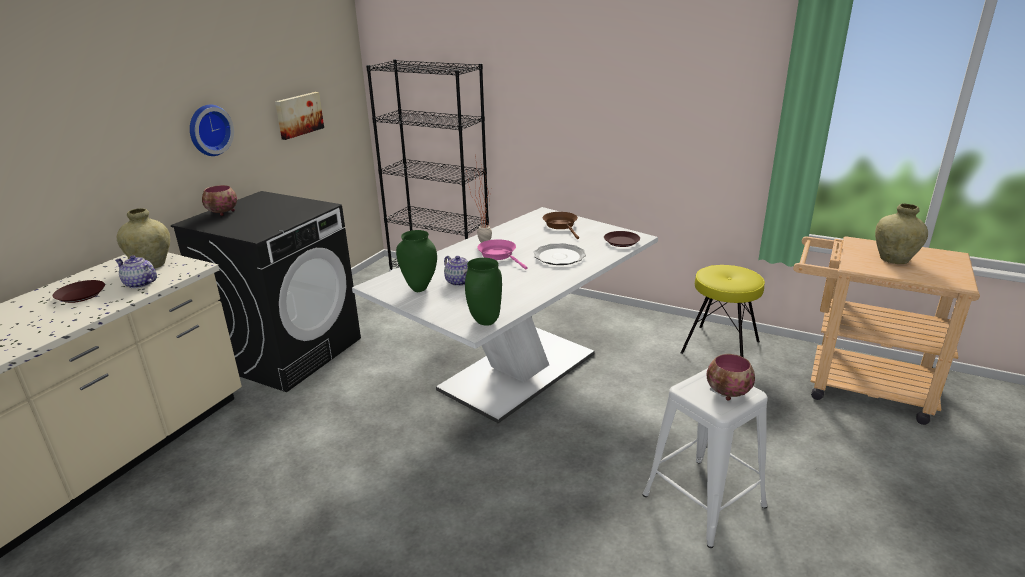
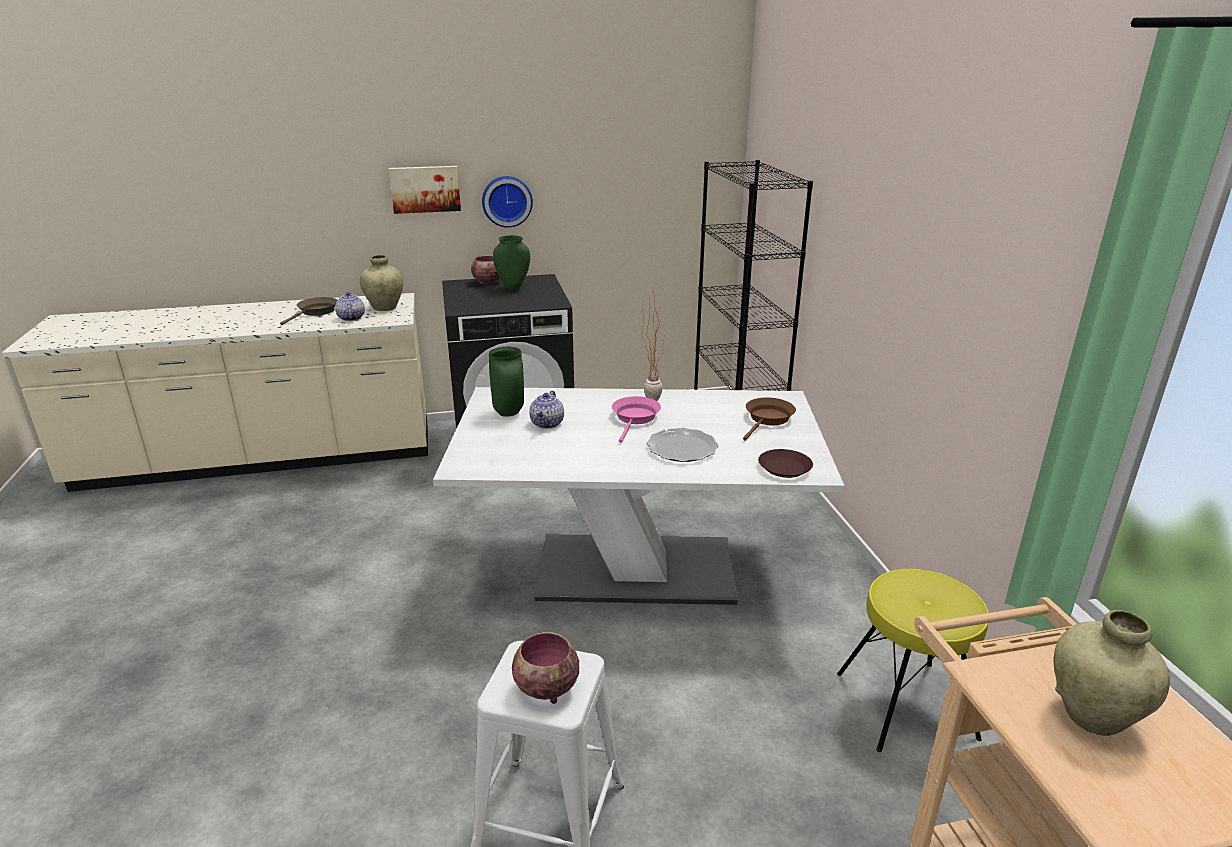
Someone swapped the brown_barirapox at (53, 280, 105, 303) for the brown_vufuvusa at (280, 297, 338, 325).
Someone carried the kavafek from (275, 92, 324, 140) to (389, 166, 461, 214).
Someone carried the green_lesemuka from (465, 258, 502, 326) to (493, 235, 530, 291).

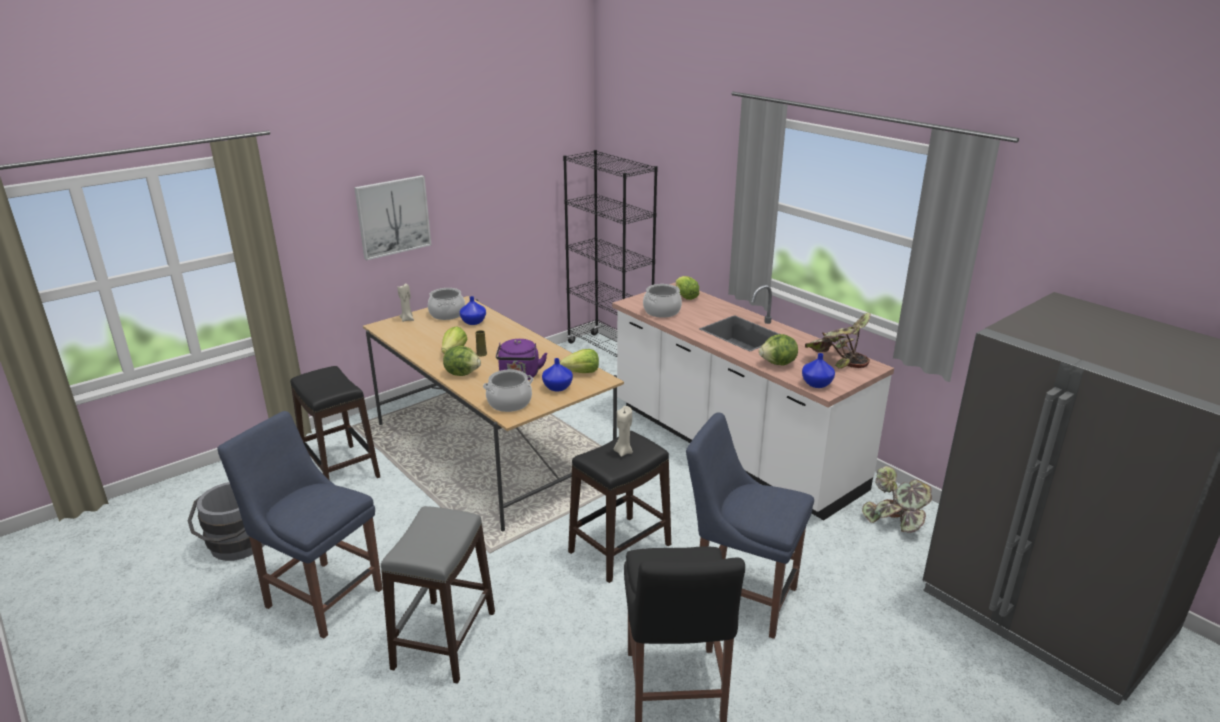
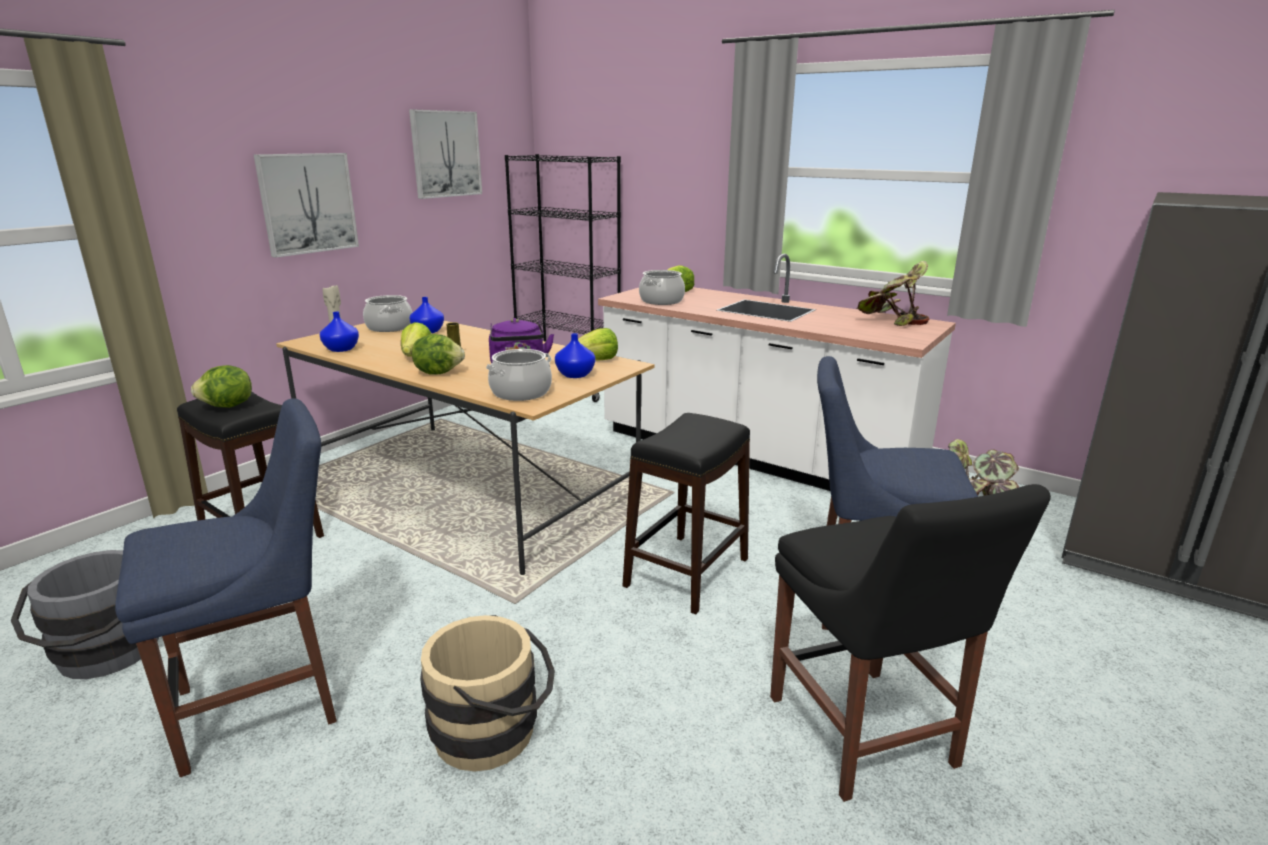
Someone rotated the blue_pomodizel at (218, 411, 383, 639) by 135 degrees clockwise.
Someone swapped the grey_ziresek at (381, 506, 495, 684) for the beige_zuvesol at (420, 615, 555, 772).
Someone took away the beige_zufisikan at (614, 406, 633, 457).
Someone carried the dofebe from (759, 334, 798, 365) to (191, 365, 252, 408).
Someone carried the blue_lesemuka from (802, 353, 835, 388) to (320, 312, 359, 352).
Someone put up the kavafek at (409, 110, 482, 199).

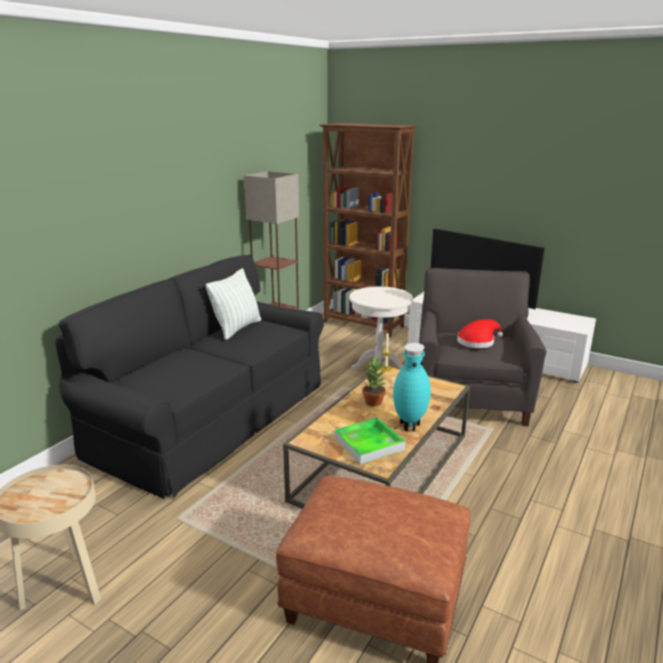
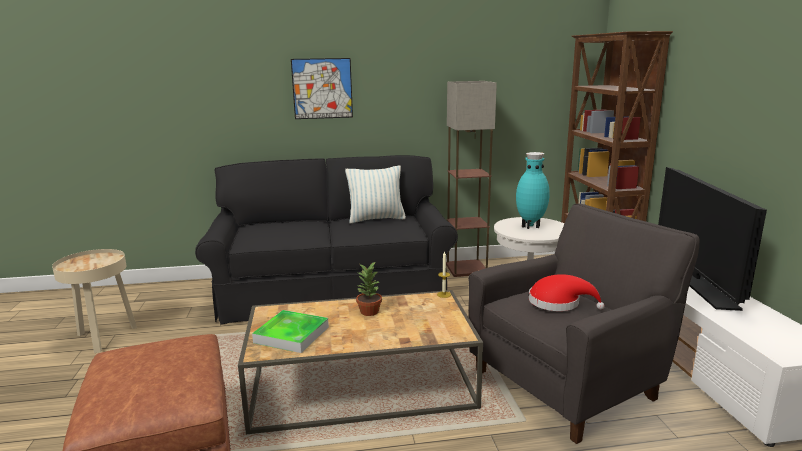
Someone carried the turquoise_lesemuka from (393, 343, 431, 432) to (516, 152, 550, 229).
Someone put up the kavafek at (291, 58, 353, 119).

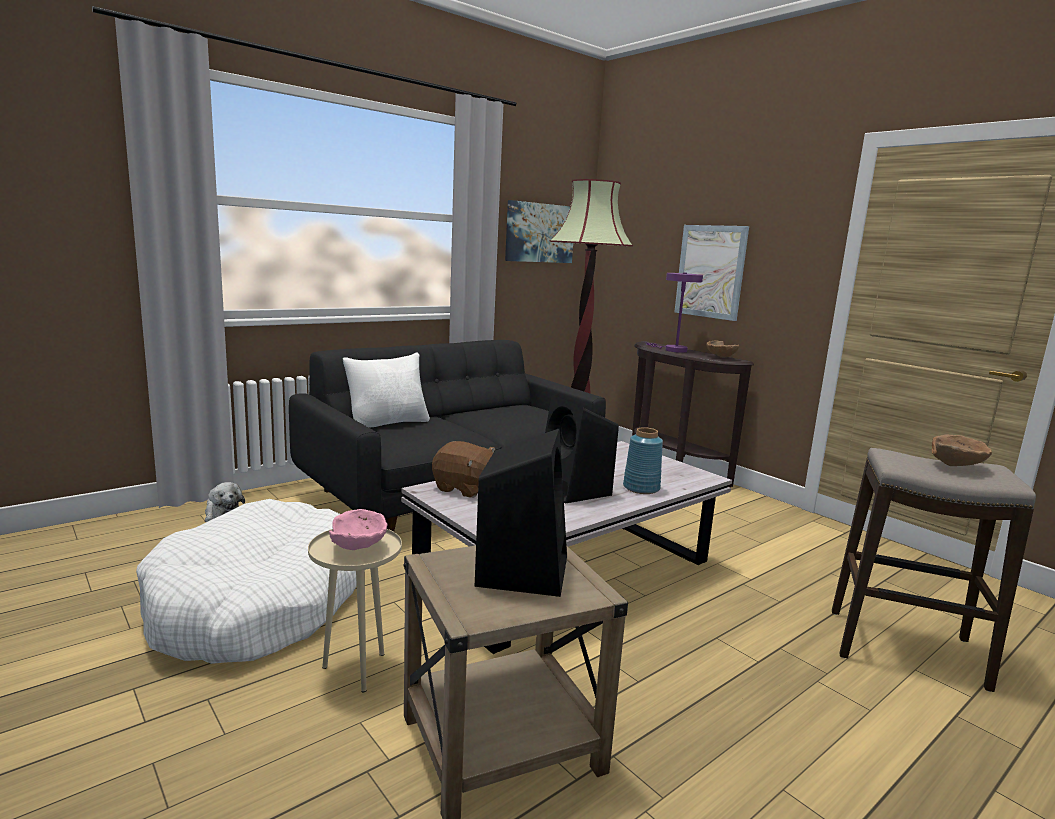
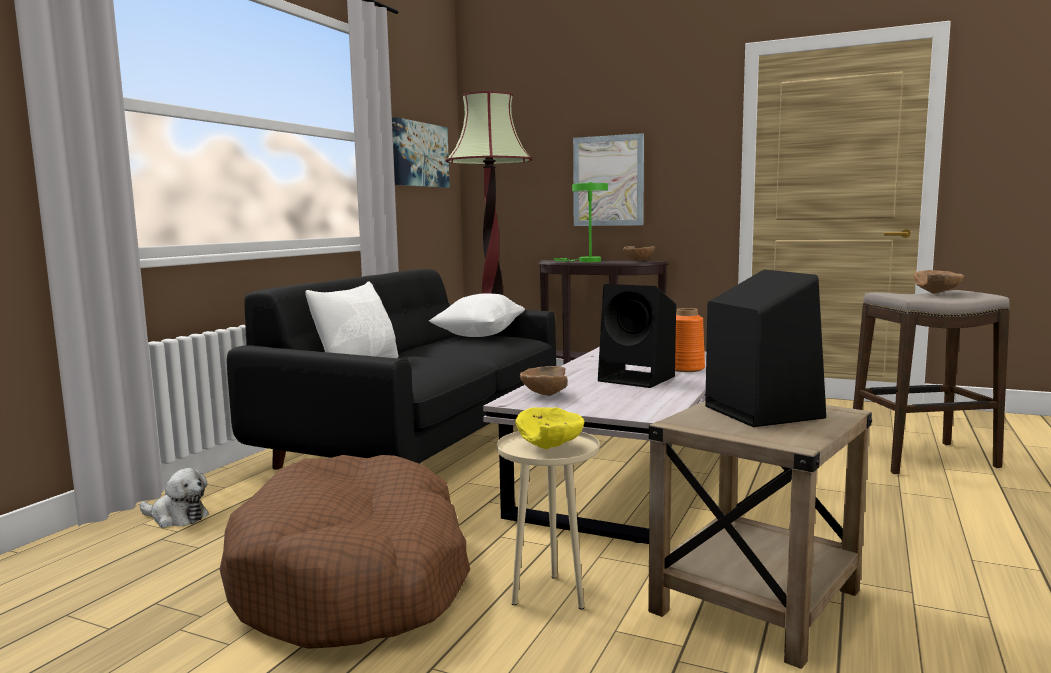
Someone repainted the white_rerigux at (136, 499, 357, 664), which became the brown_rerigux at (219, 455, 470, 649).
Someone repainted the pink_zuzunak at (329, 509, 388, 550), which became the yellow_zuzunak at (515, 407, 584, 449).
Someone swapped the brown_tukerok at (432, 441, 495, 498) for the brown_zuzunak at (520, 366, 567, 396).
Someone repainted the blue_lesemuka at (623, 427, 663, 494), which became the orange_lesemuka at (675, 308, 705, 372).
Someone repainted the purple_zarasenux at (645, 272, 703, 353), which became the green_zarasenux at (554, 182, 608, 262).
Someone put down the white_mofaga at (429, 293, 525, 337).

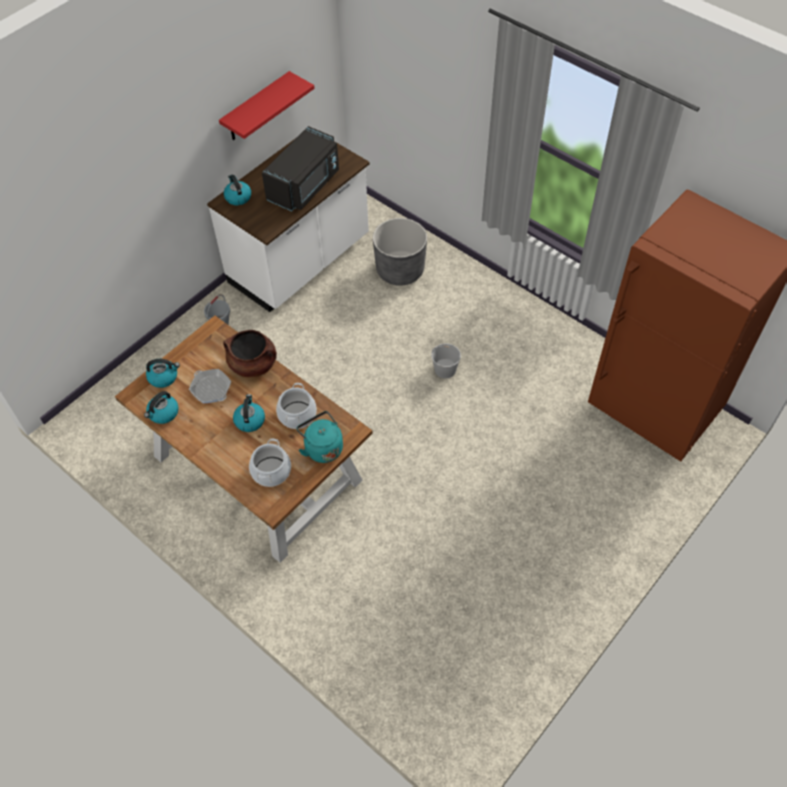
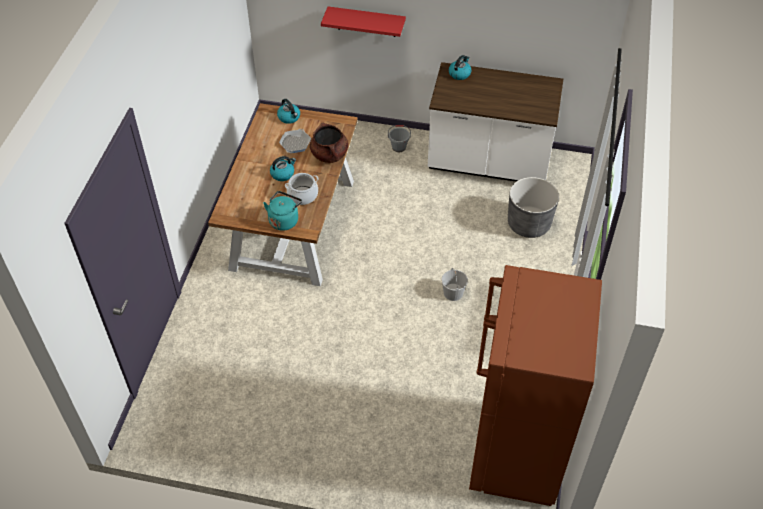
Someone took away the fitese at (144, 391, 179, 424).
Someone carried the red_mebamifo from (219, 71, 315, 140) to (321, 6, 406, 37).
Someone took away the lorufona at (249, 439, 291, 487).
Someone took away the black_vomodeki at (262, 126, 339, 211).

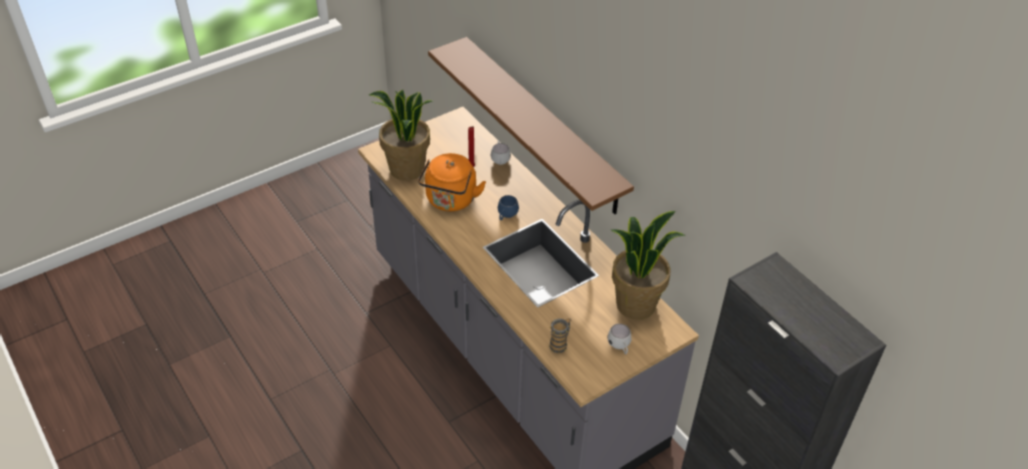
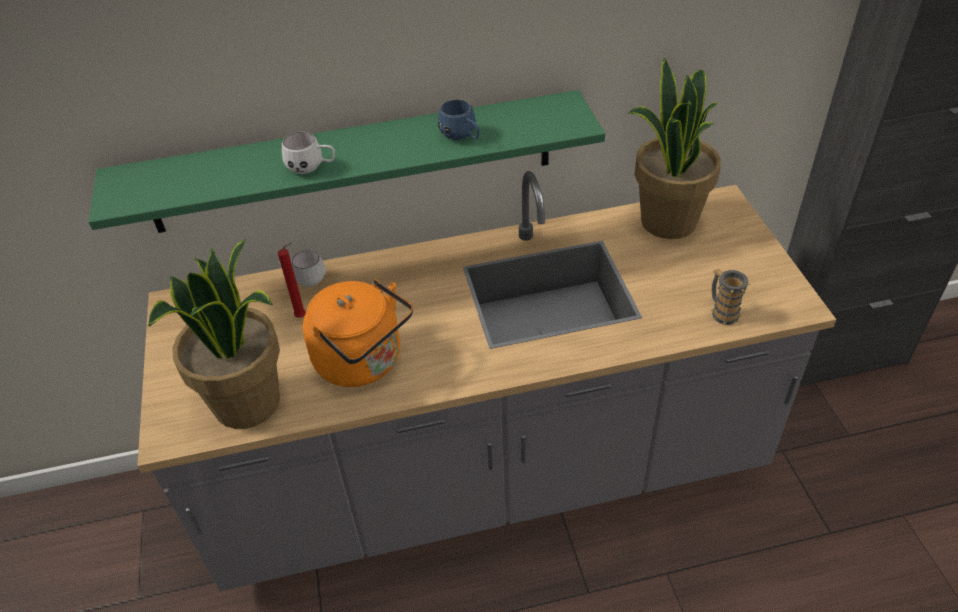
Someone repainted the brown_mebamifo at (428, 37, 634, 214), which became the green_mebamifo at (88, 90, 605, 233).
Someone carried the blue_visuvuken from (498, 195, 519, 220) to (438, 99, 479, 140).
Someone carried the white_visuvuken from (607, 324, 631, 354) to (282, 132, 335, 174).

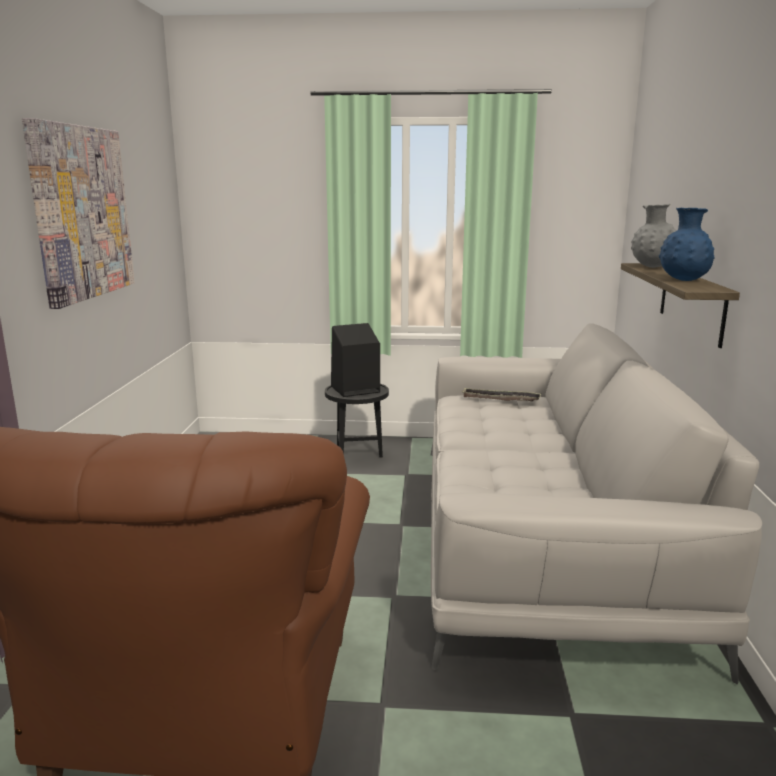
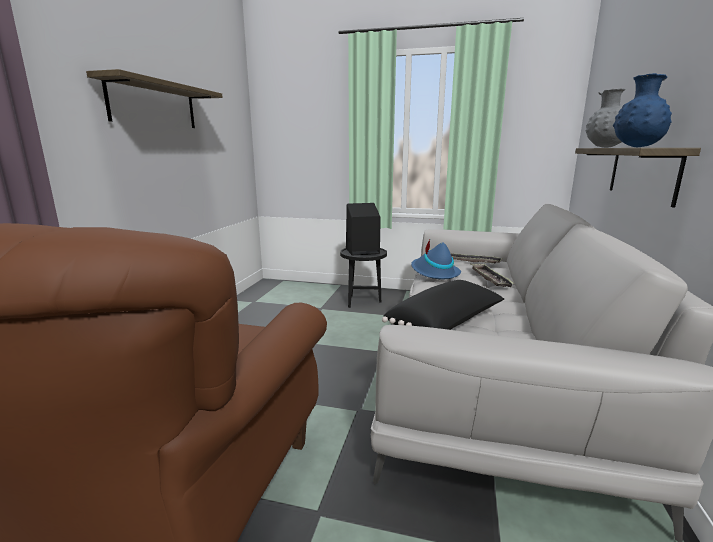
Someone swapped the kavafek at (22, 118, 135, 309) for the mebamifo at (86, 69, 223, 128).
Someone put down the black_mofaga at (382, 280, 504, 330).
Someone put down the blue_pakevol at (411, 240, 461, 279).
Someone put down the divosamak at (470, 263, 514, 287).

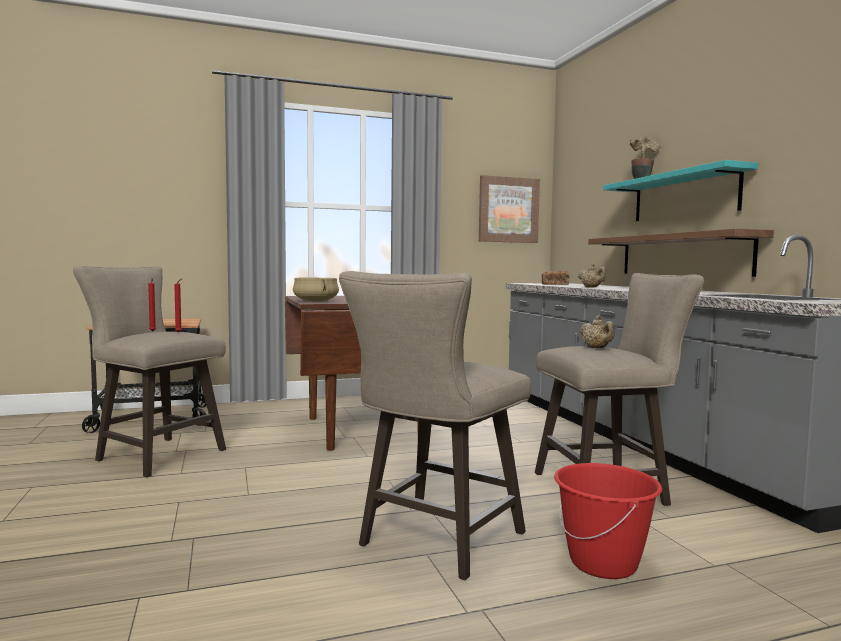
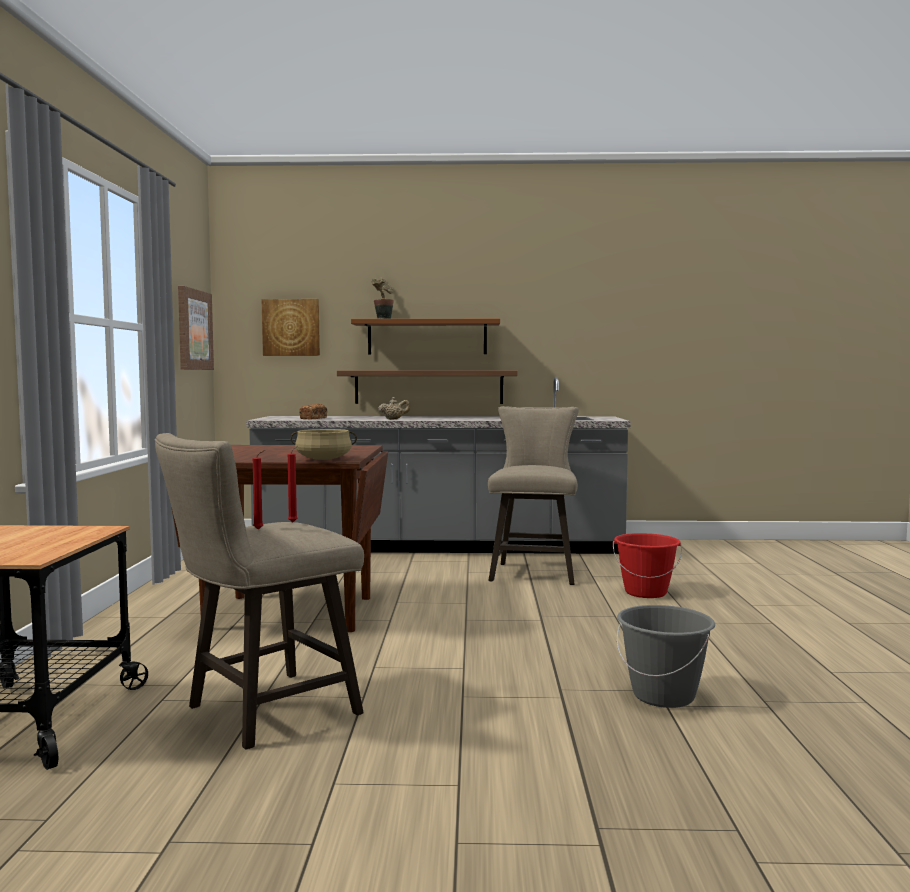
Someone took away the beige_ziresek at (339, 271, 531, 580).
Someone took away the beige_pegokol at (580, 315, 615, 348).
Someone repainted the turquoise_mebamifo at (603, 160, 758, 221), which became the brown_mebamifo at (351, 319, 500, 354).
Someone put up the kavafek at (262, 299, 320, 356).
Someone put down the grey_zuvesol at (617, 605, 715, 708).

